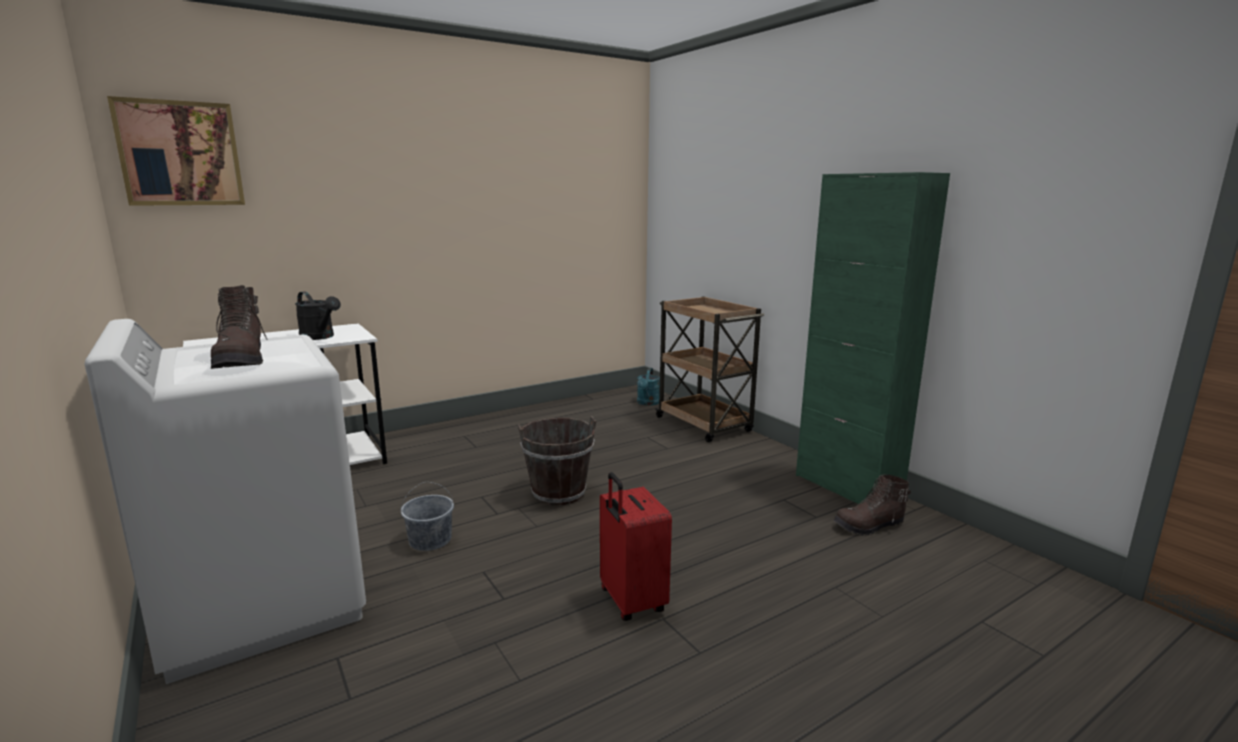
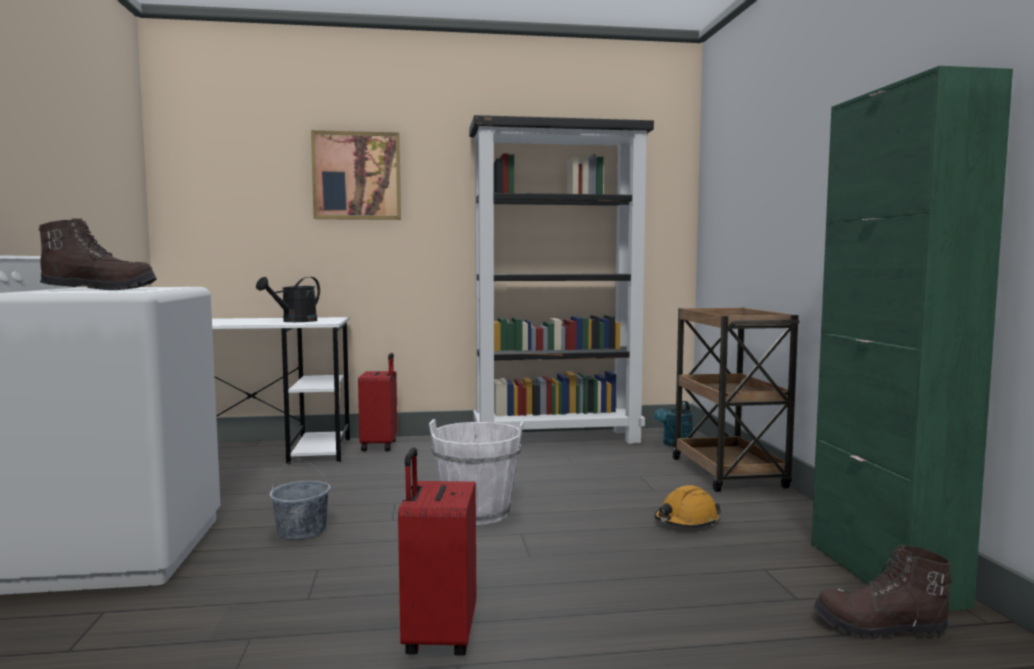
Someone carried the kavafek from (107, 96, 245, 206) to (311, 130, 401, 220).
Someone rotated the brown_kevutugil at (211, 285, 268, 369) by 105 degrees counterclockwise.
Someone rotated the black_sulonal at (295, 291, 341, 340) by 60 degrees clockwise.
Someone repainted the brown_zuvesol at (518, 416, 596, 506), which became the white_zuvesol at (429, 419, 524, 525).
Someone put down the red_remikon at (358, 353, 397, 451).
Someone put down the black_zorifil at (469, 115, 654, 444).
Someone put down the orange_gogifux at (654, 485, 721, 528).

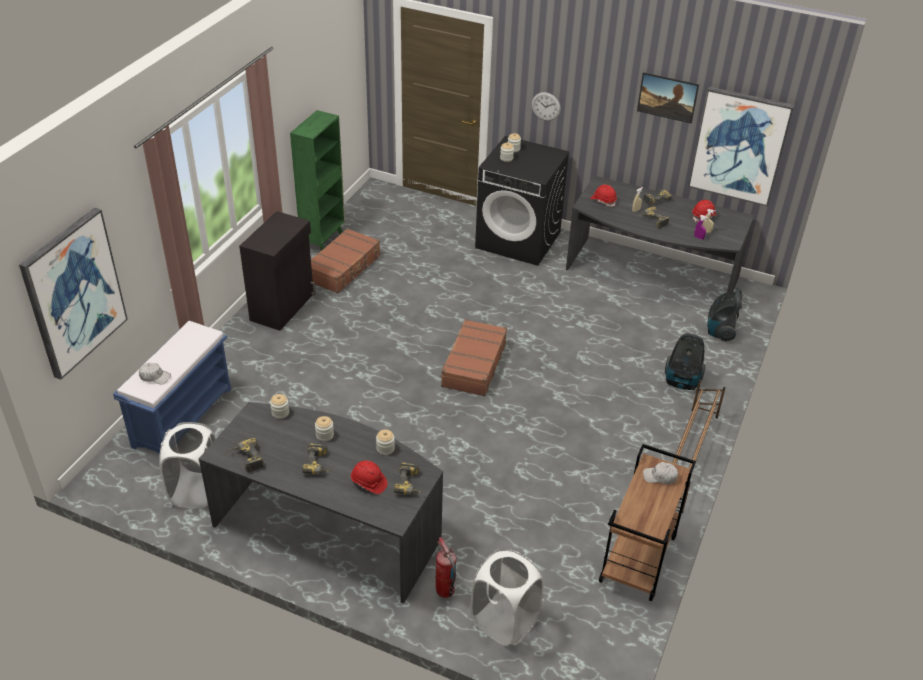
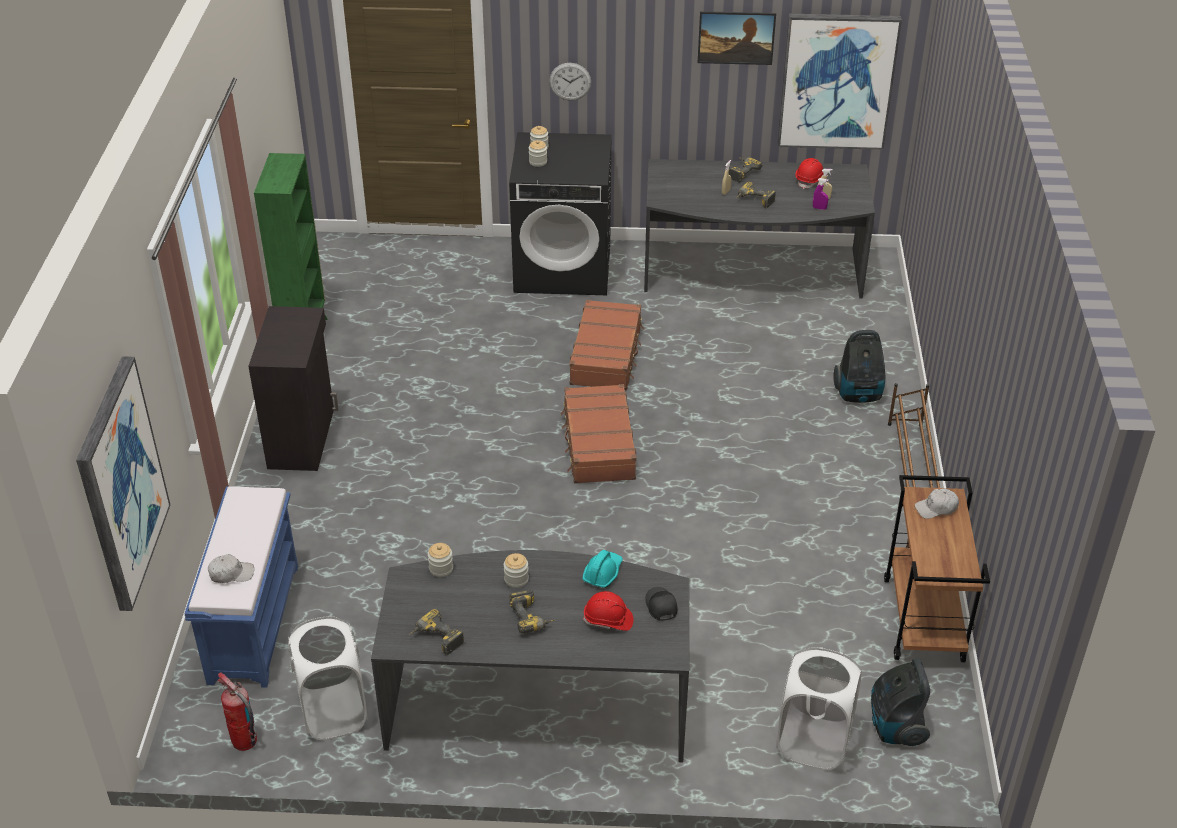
Someone carried the brown_remikon from (311, 228, 380, 294) to (569, 300, 644, 390).
Someone swapped the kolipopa at (376, 430, 395, 455) for the turquoise_gogifux at (583, 550, 623, 588).
Someone swapped the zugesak at (393, 462, 423, 495) for the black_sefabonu at (645, 587, 678, 621).
Someone carried the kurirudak from (436, 537, 456, 598) to (216, 673, 257, 751).
Someone took away the red_gogifux at (590, 184, 617, 207).
Someone carried the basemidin from (707, 288, 742, 341) to (871, 658, 930, 746).

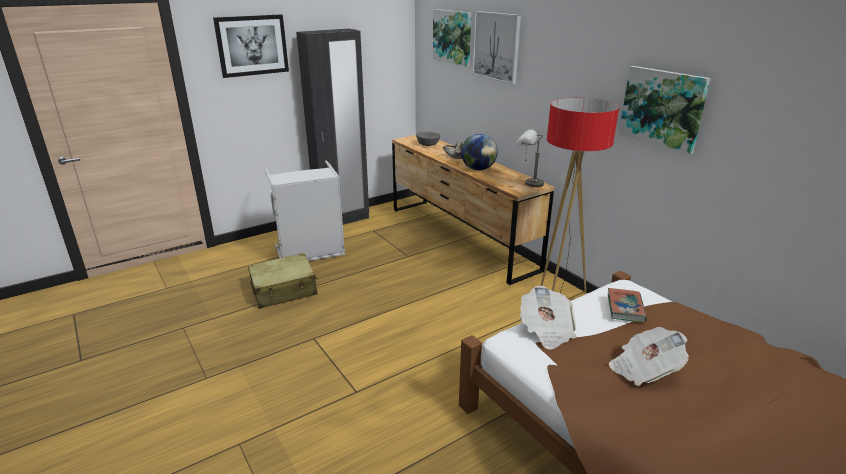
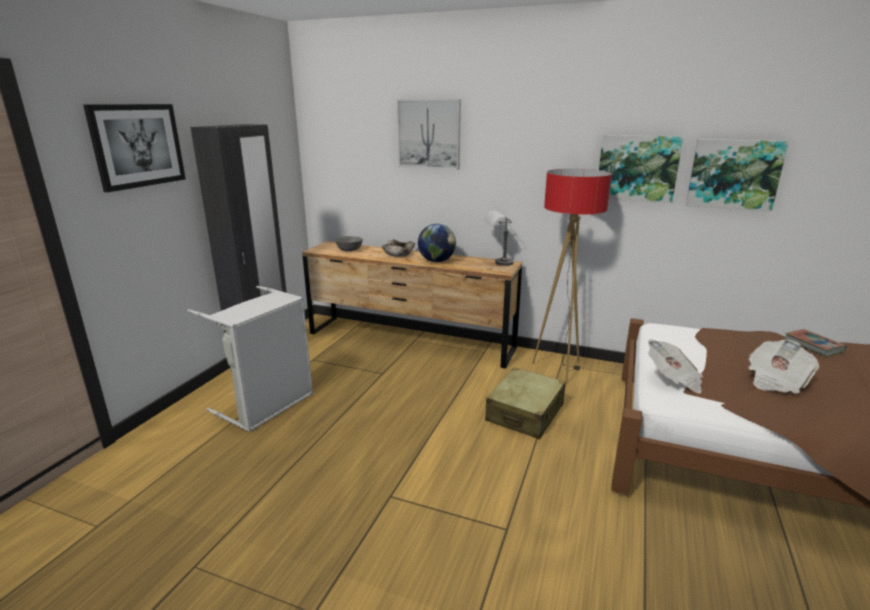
Someone carried the beige_remikon from (248, 253, 318, 309) to (485, 367, 566, 439).
Someone carried the kavafek from (433, 9, 471, 67) to (686, 139, 789, 211).
Someone carried the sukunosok from (608, 288, 647, 322) to (785, 329, 847, 356).

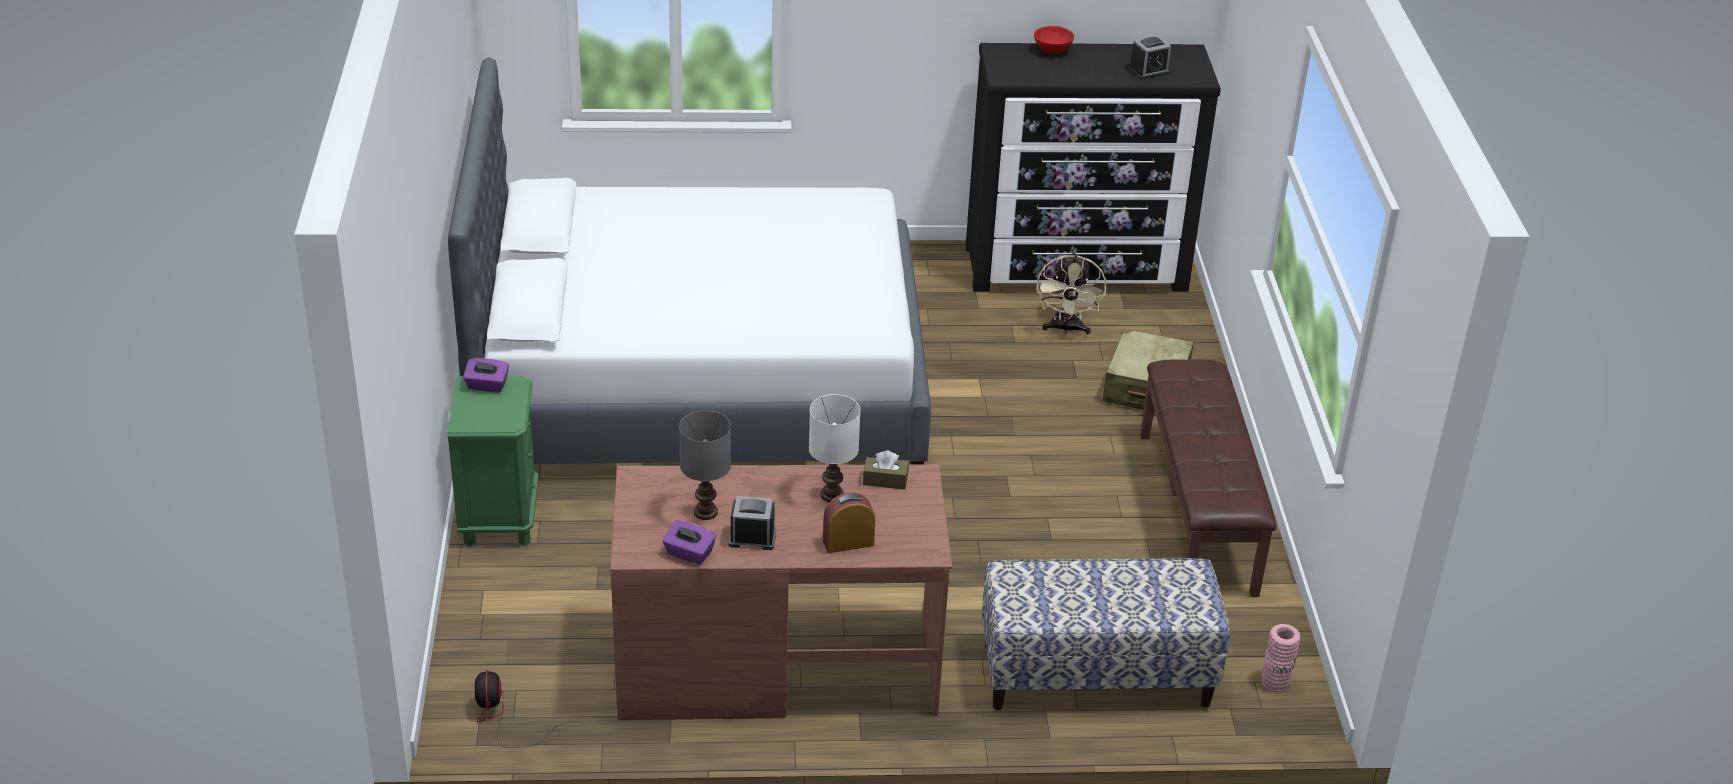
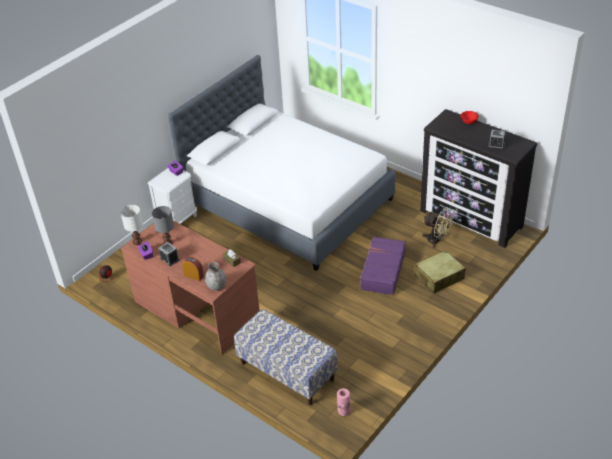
Someone repainted the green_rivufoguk at (447, 376, 539, 547), which became the white_rivufoguk at (148, 168, 197, 224).
Someone carried the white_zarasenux from (809, 394, 860, 502) to (120, 205, 143, 245).
Someone rotated the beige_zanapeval at (1037, 252, 1106, 334) by 105 degrees counterclockwise.
Someone took away the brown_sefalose at (1140, 359, 1276, 597).
Someone put down the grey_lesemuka at (205, 262, 226, 291).
Someone put down the purple_remikon at (359, 237, 406, 295).

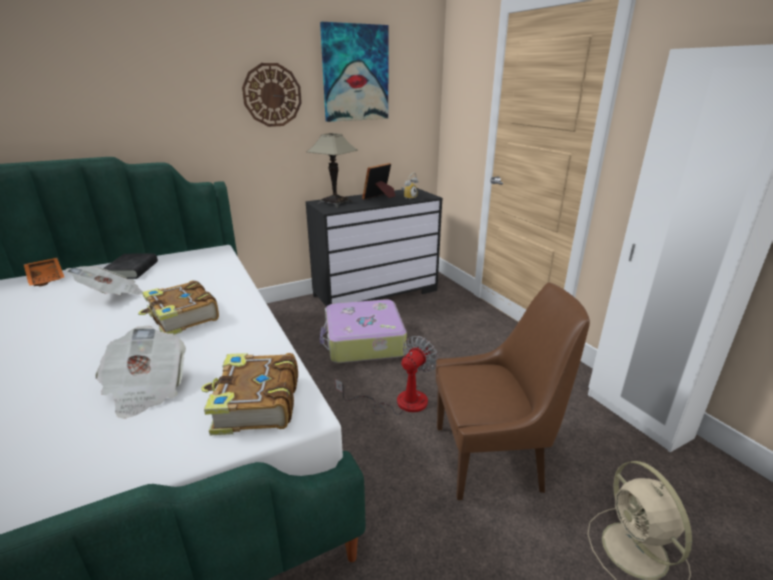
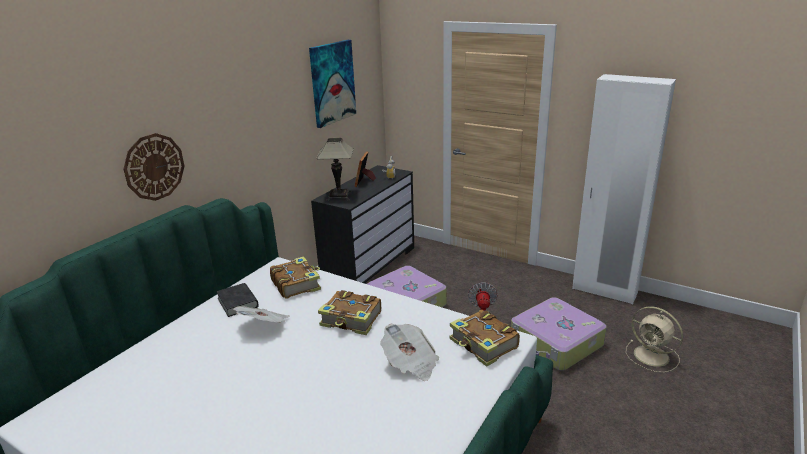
Someone took away the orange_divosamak at (23, 258, 64, 286).
Someone carried the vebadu from (242, 63, 302, 127) to (124, 133, 185, 201).
Someone swapped the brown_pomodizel at (436, 282, 590, 500) for the remikon at (511, 297, 607, 371).
Someone put down the sukunosok at (270, 257, 321, 299).

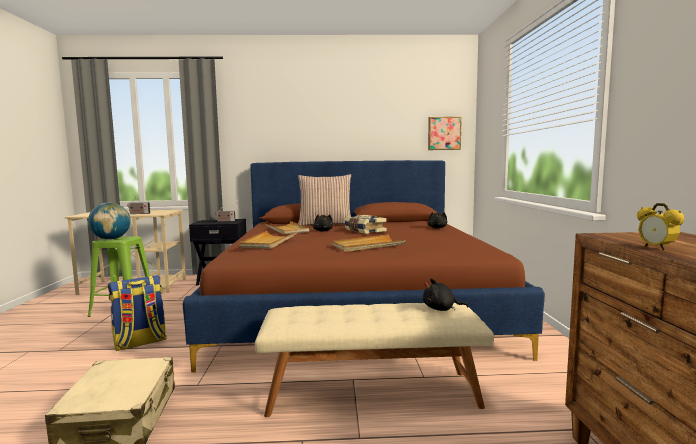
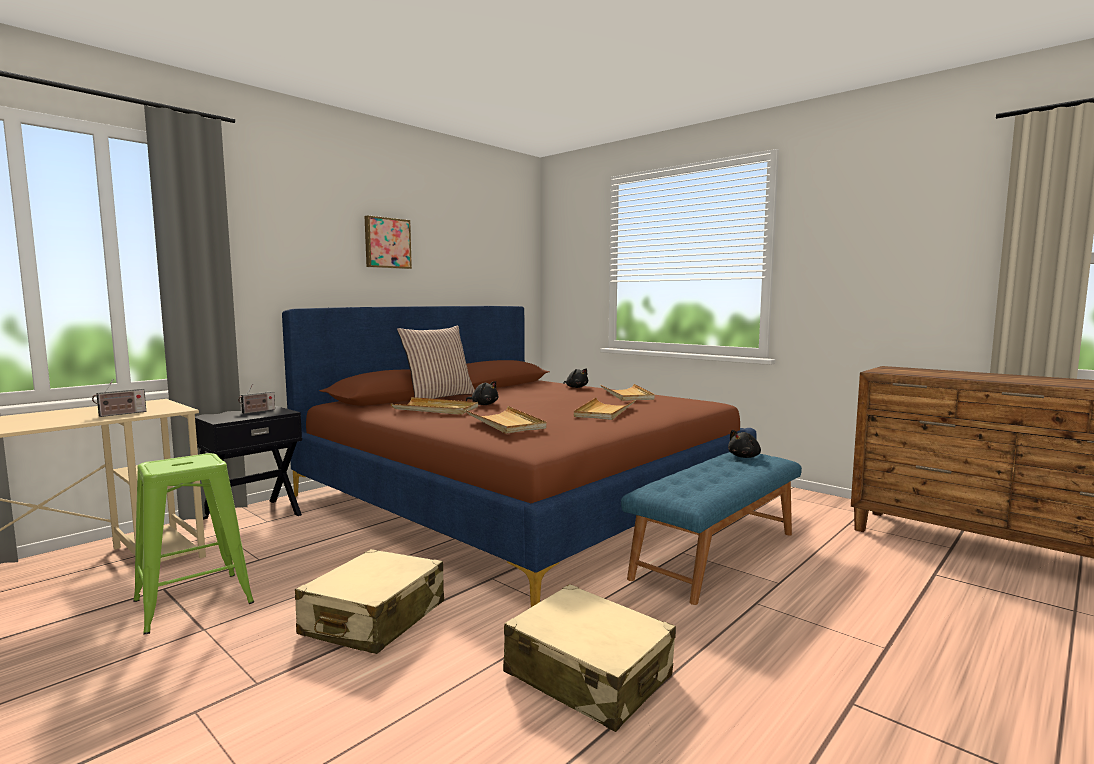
Someone took away the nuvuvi at (88, 203, 131, 240).
Someone swapped the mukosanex at (108, 275, 167, 351) for the beige_remikon at (295, 549, 444, 654).
Someone repainted the beige_sefalose at (255, 303, 494, 417), which became the blue_sefalose at (621, 452, 802, 605).
Someone took away the sukunosok at (345, 215, 387, 234).
Someone carried the kavafek from (428, 117, 462, 150) to (365, 215, 412, 269).
Someone took away the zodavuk at (637, 203, 684, 250).
Someone put down the beige_divosamak at (601, 384, 655, 401).

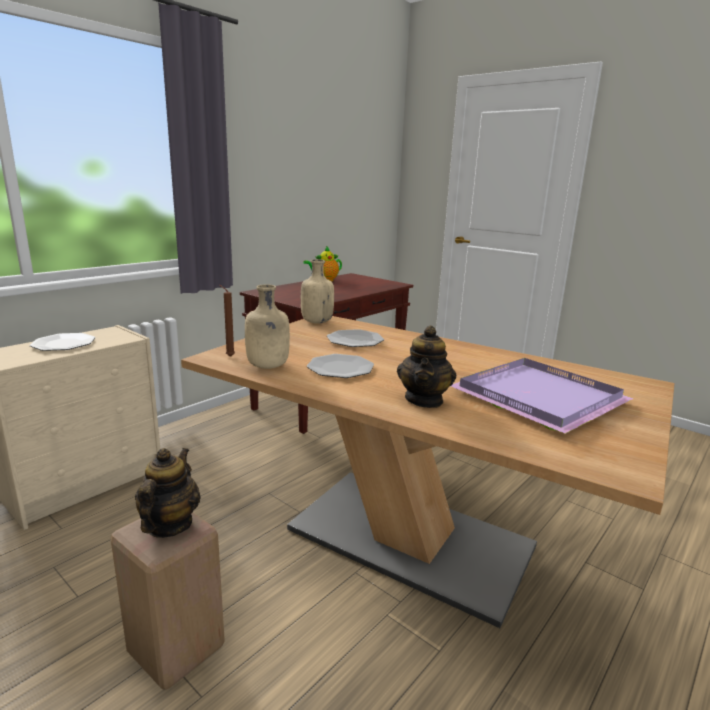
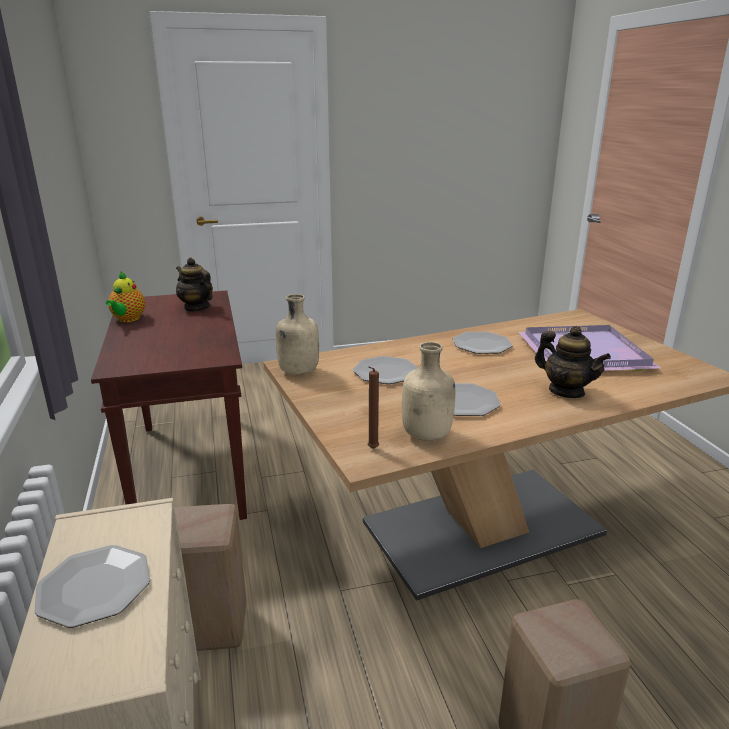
Someone carried the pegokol from (135, 448, 201, 538) to (176, 258, 213, 312).
Someone put down the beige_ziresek at (175, 504, 246, 651).
Someone put down the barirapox at (453, 332, 513, 354).

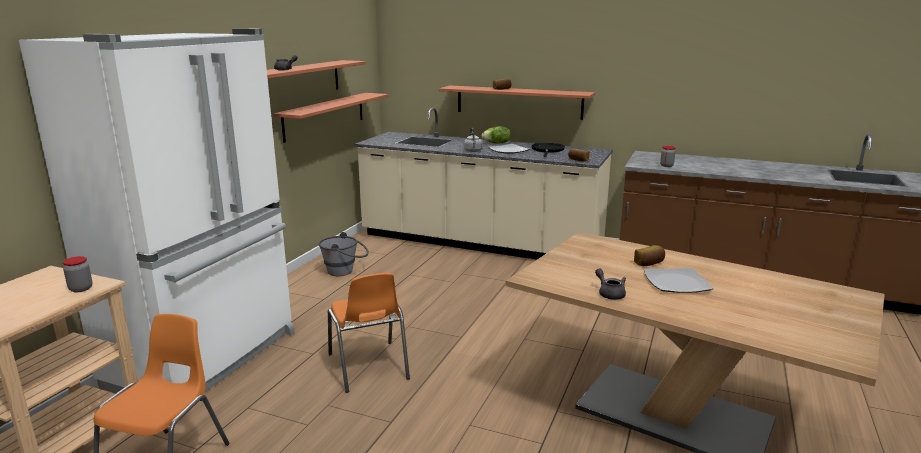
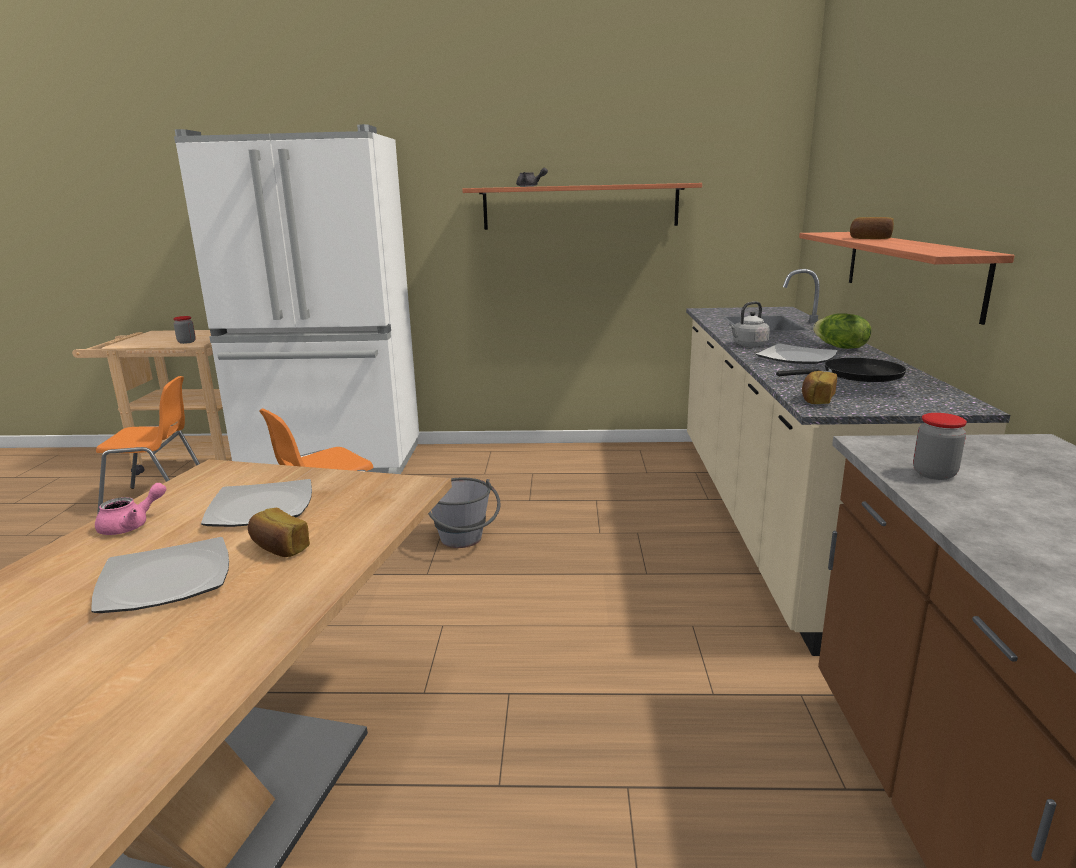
Someone took away the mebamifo at (273, 93, 389, 143).
Someone carried the grey_zuvesol from (318, 232, 369, 276) to (428, 478, 500, 548).
Someone repainted the grey_pegokol at (595, 269, 626, 300), which became the pink_pegokol at (95, 483, 166, 535).
Someone put down the barirapox at (201, 479, 312, 527).

